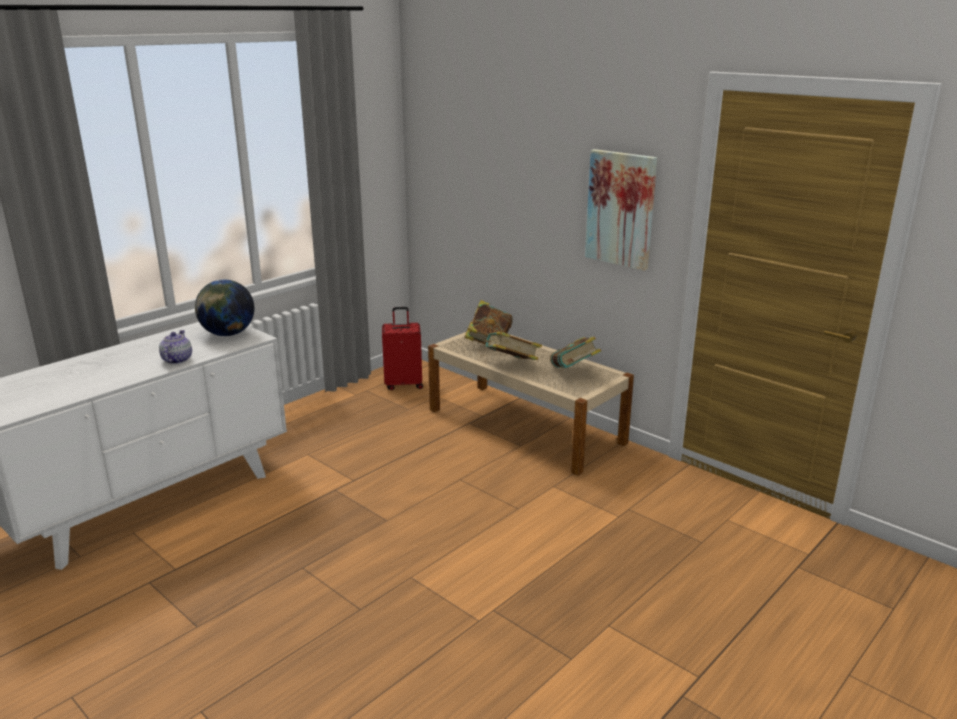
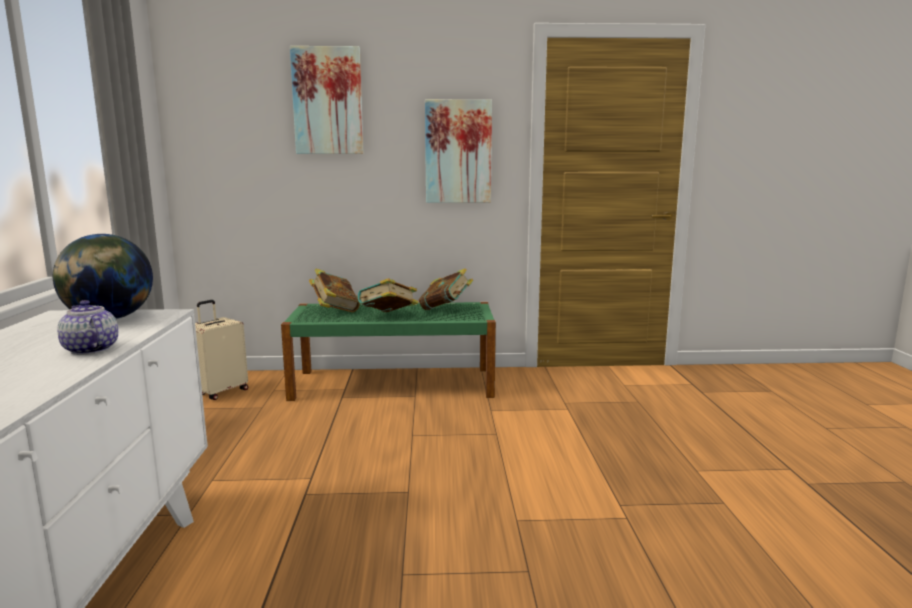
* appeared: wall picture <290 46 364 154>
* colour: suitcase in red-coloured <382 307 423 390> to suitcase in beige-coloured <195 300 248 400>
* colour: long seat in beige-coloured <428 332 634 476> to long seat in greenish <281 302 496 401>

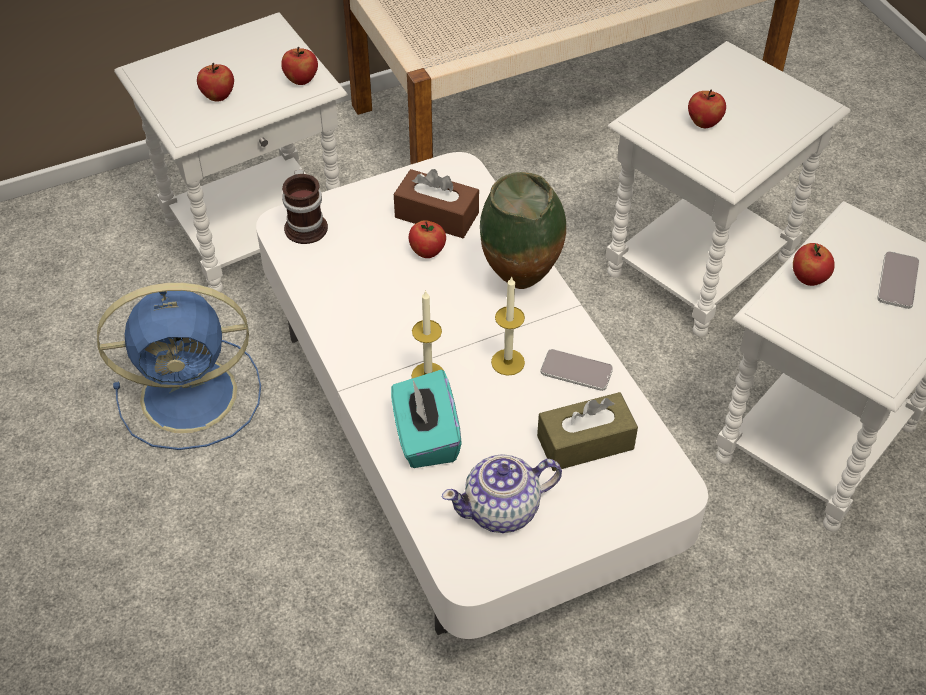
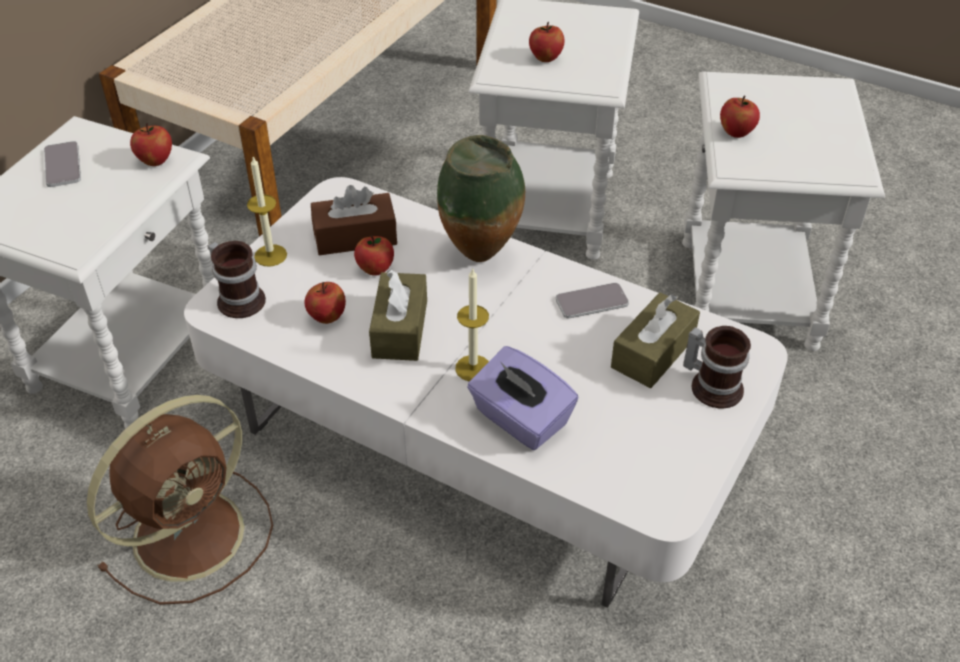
* missing: tea pot <442 454 562 533>
* appeared: box of tissues in brown <369 270 427 361>
* appeared: tea mug <683 326 751 408>
* relocated: apple <197 63 234 102> to <304 282 346 324>
* relocated: wax light <491 276 525 376> to <247 157 287 266>
* relocated: telephone <877 251 920 309> to <44 141 81 187>
* colour: cooling fan in blue-coloured <97 283 261 450> to cooling fan in brown <87 395 273 605>
* colour: box of tissues in turquoise-coloured <391 369 462 468> to box of tissues in purplish <467 346 578 450>

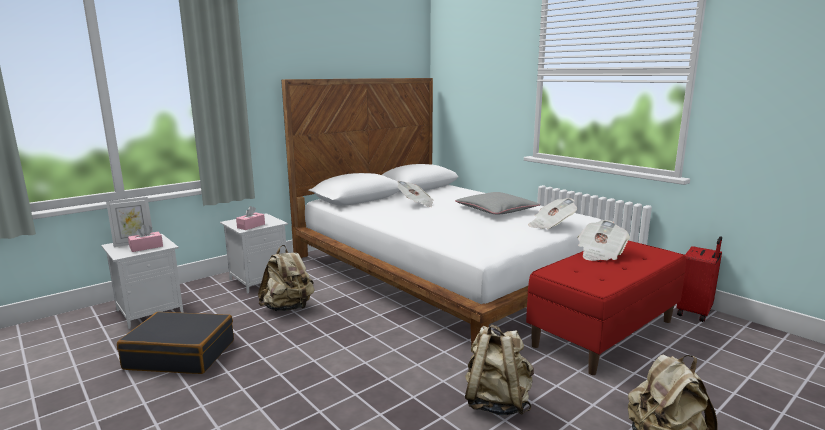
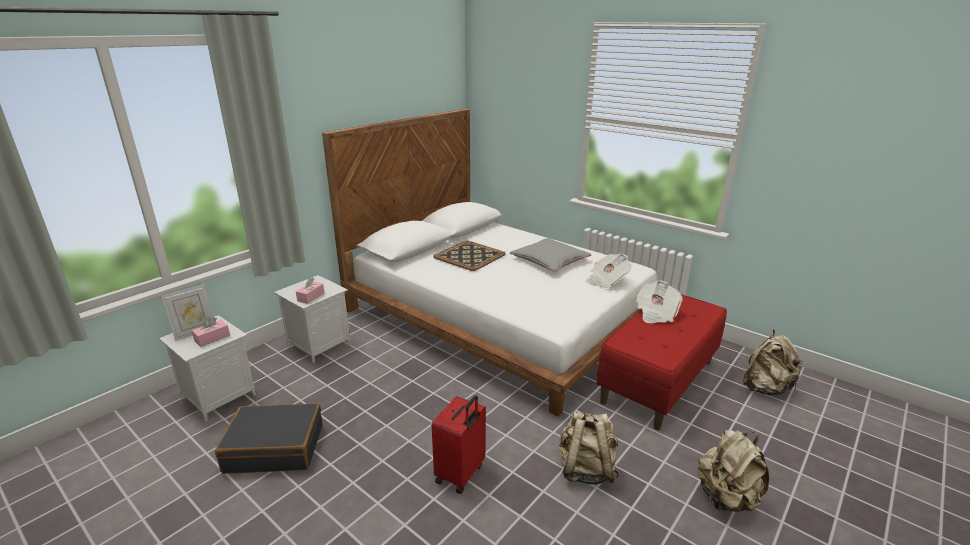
* relocated: backpack in beige-coloured <258 245 315 311> to <743 329 803 395>
* relocated: suitcase in red-coloured <677 236 722 322> to <432 395 486 494>
* exchanged: printed paper <398 181 434 207> to carrying tray <433 241 506 271>

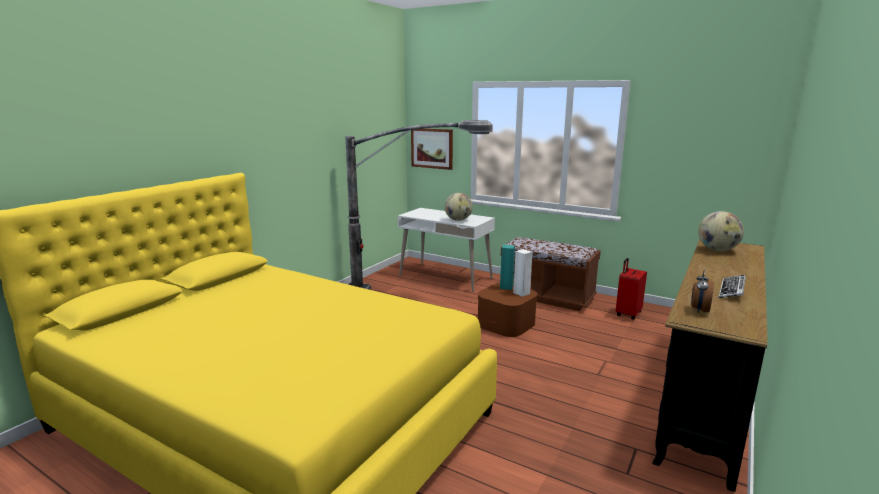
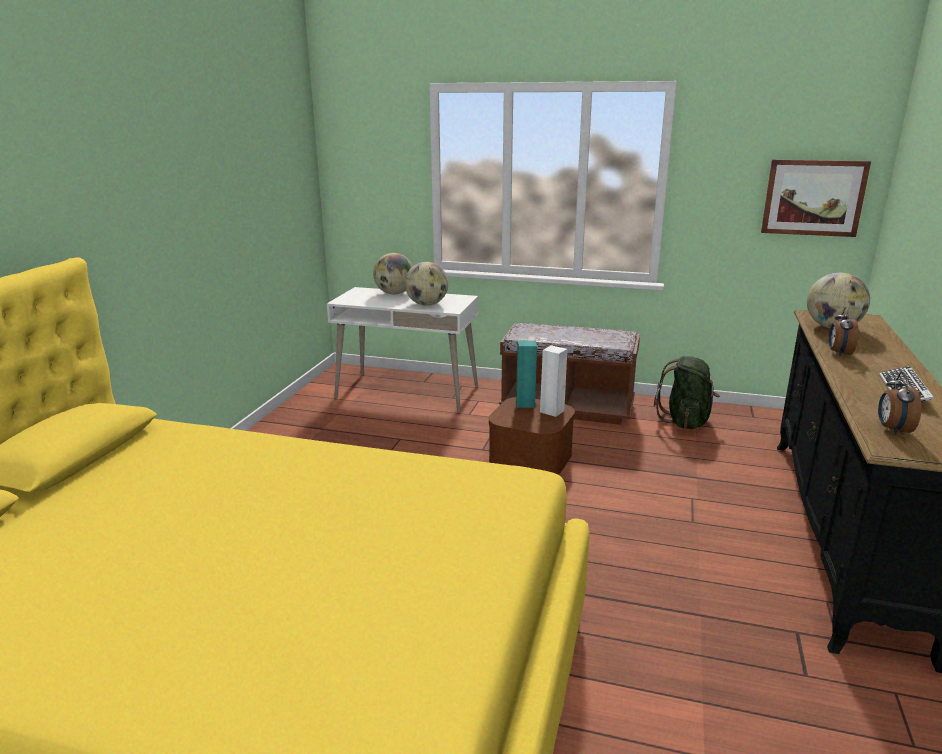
* missing: floor lamp <345 120 493 290>
* appeared: world globe <373 253 413 294>
* appeared: alarm clock <829 307 859 356>
* relocated: wall picture <411 128 453 170> to <761 159 871 237>
* exchanged: suitcase in red-coloured <616 258 647 320> to backpack in greenish <654 356 720 429>

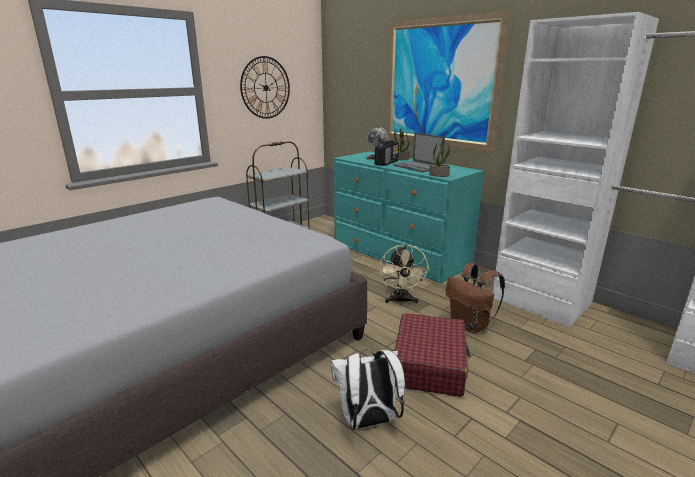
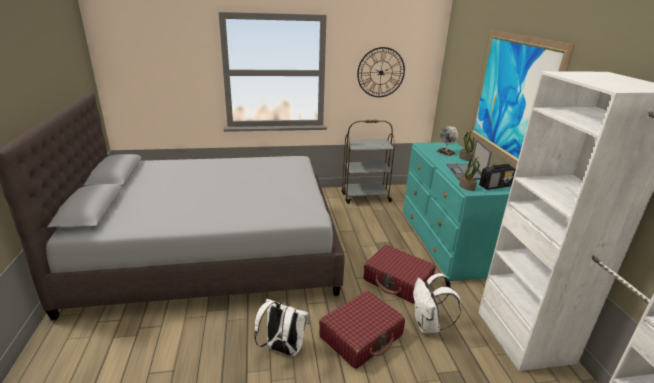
* relocated: radio receiver <375 140 399 166> to <479 164 516 190>
* exchanged: cooling fan in beige-coloured <379 244 430 304> to suitcase in red-coloured <364 245 436 304>
* colour: backpack in brown <445 263 505 334> to backpack in white-coloured <413 273 461 333>

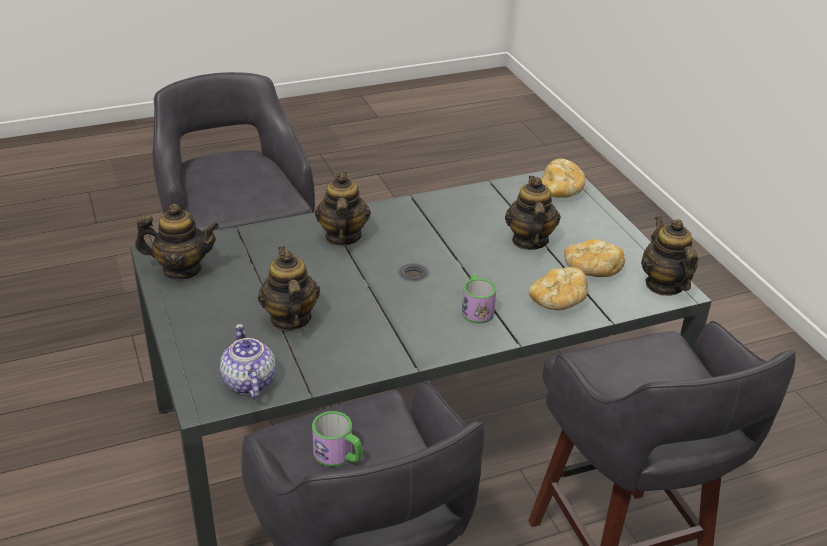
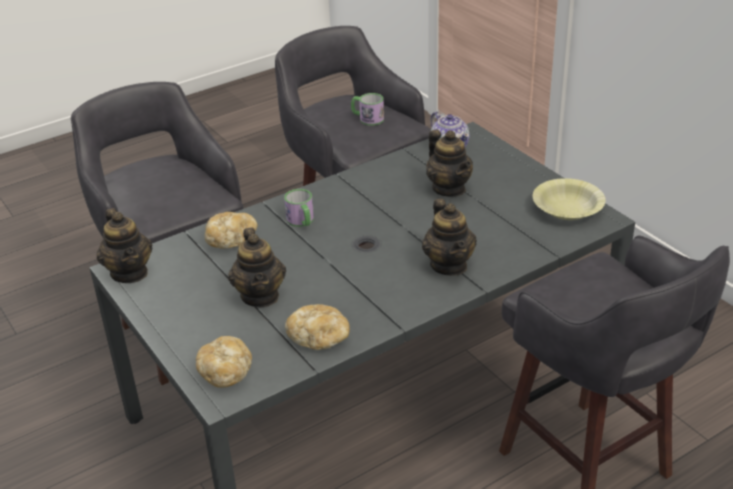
* relocated: baked bread <564 239 625 277> to <285 304 350 350>
* exchanged: tea pot <135 204 219 280> to bowl in yellow <533 178 606 220>

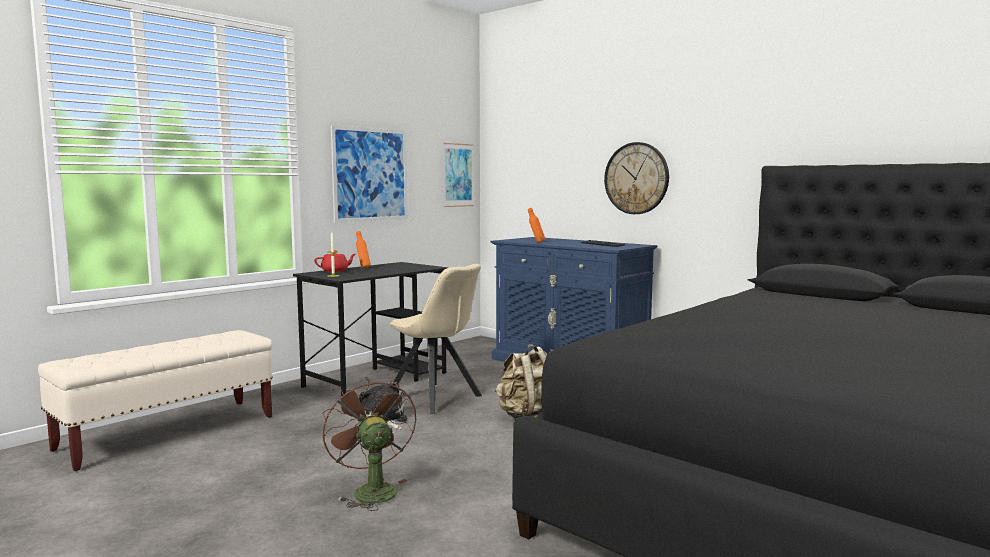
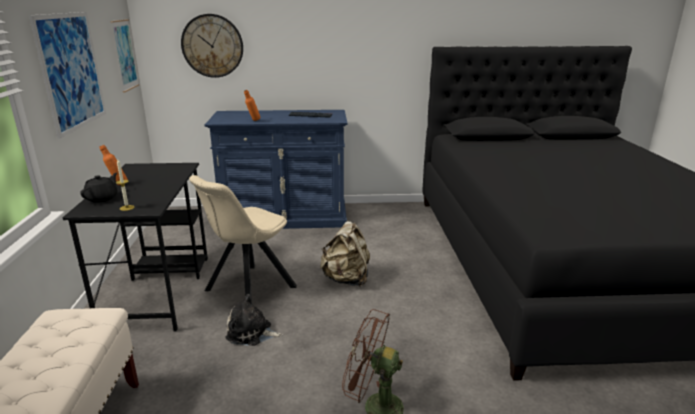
* relocated: wall clock <604 142 669 214> to <181 14 243 78>
* colour: tea pot in red-coloured <314 250 356 272> to tea pot in black <80 173 117 203>
* spun: plain chair in beige-coloured <390 264 482 414> = <189 175 297 304> 135 degrees clockwise

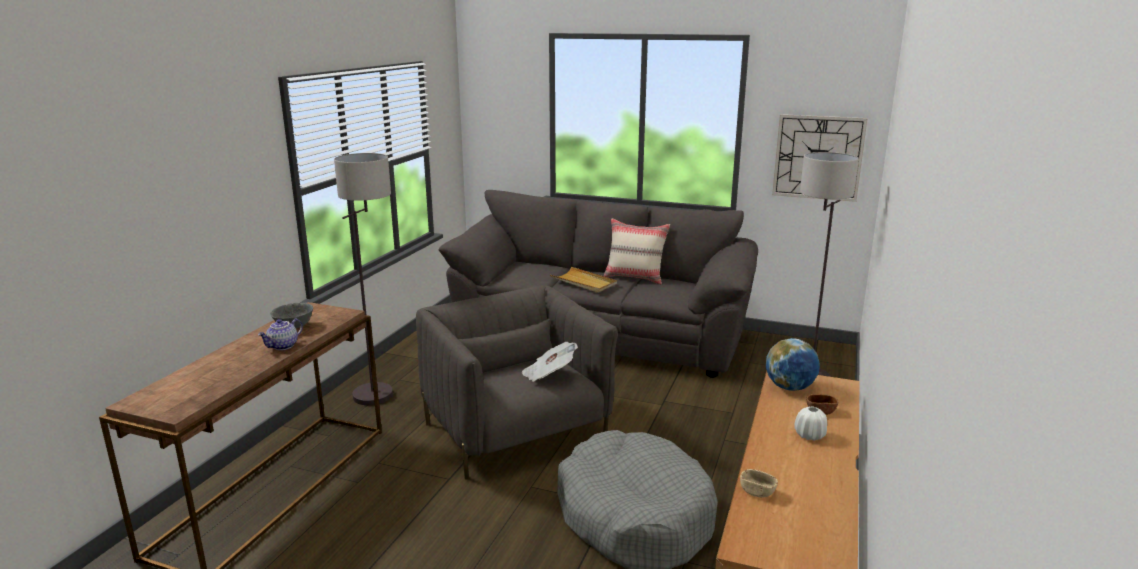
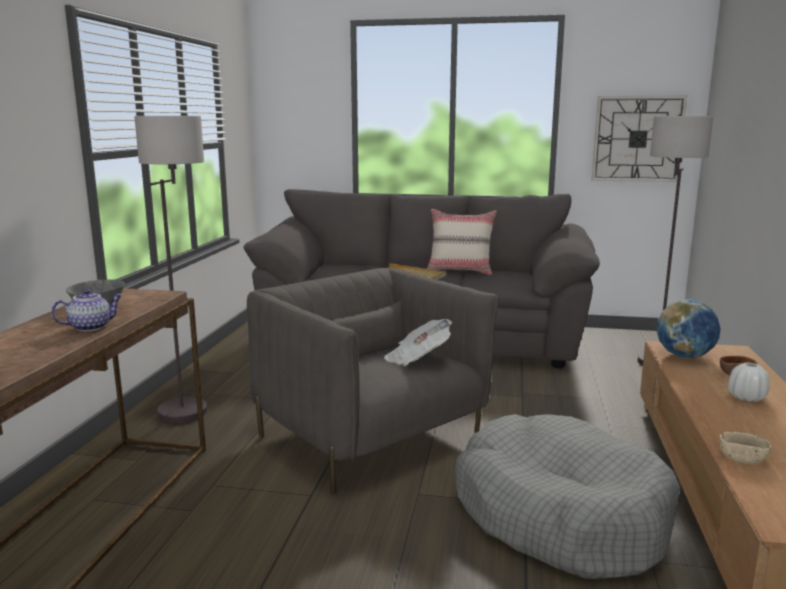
* spun: tea pot <258 318 303 350> = <51 289 122 331> 150 degrees counterclockwise

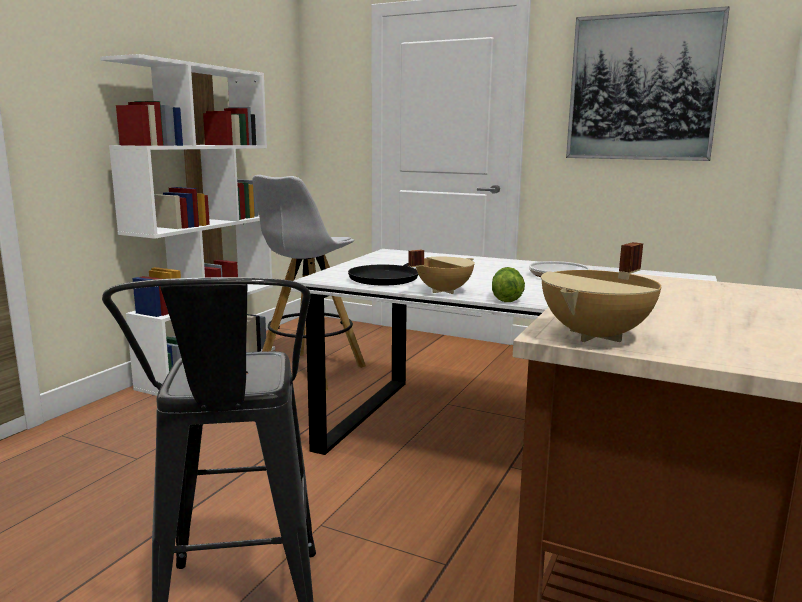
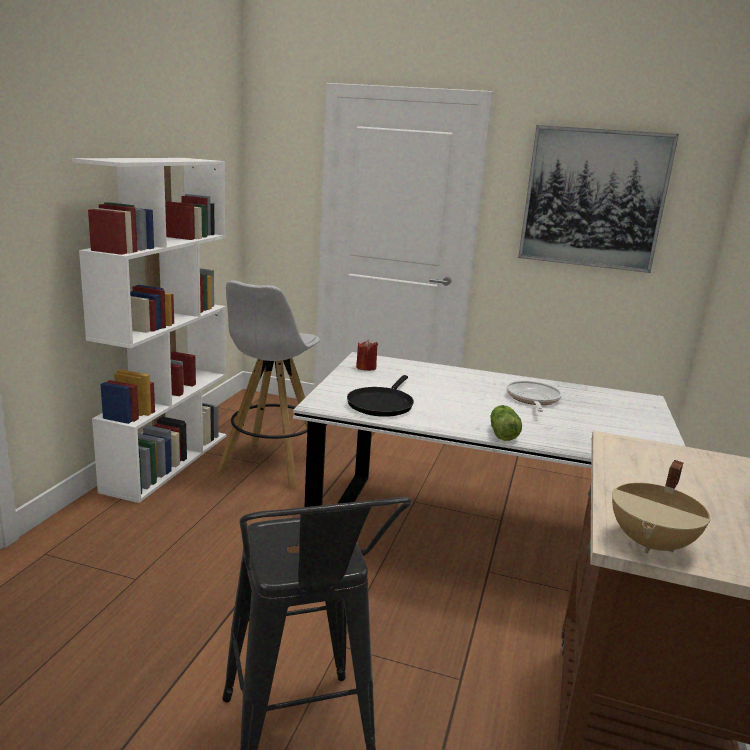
* missing: stockpot in beige-coloured <408 249 475 294>
* appeared: wax light in red-coloured <356 339 378 371>

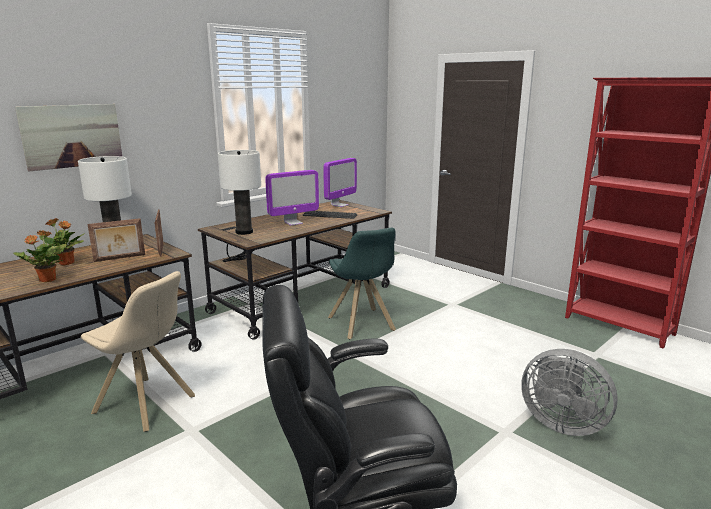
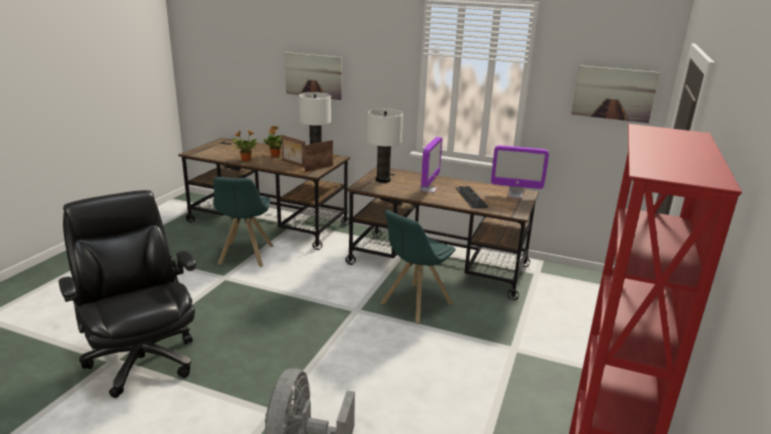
* appeared: wall picture <571 65 660 123>
* colour: plain chair in beige-coloured <81 271 195 432> to plain chair in turquoise-coloured <213 177 273 267>
* spun: computer display <265 170 319 226> = <420 137 442 193> 105 degrees counterclockwise

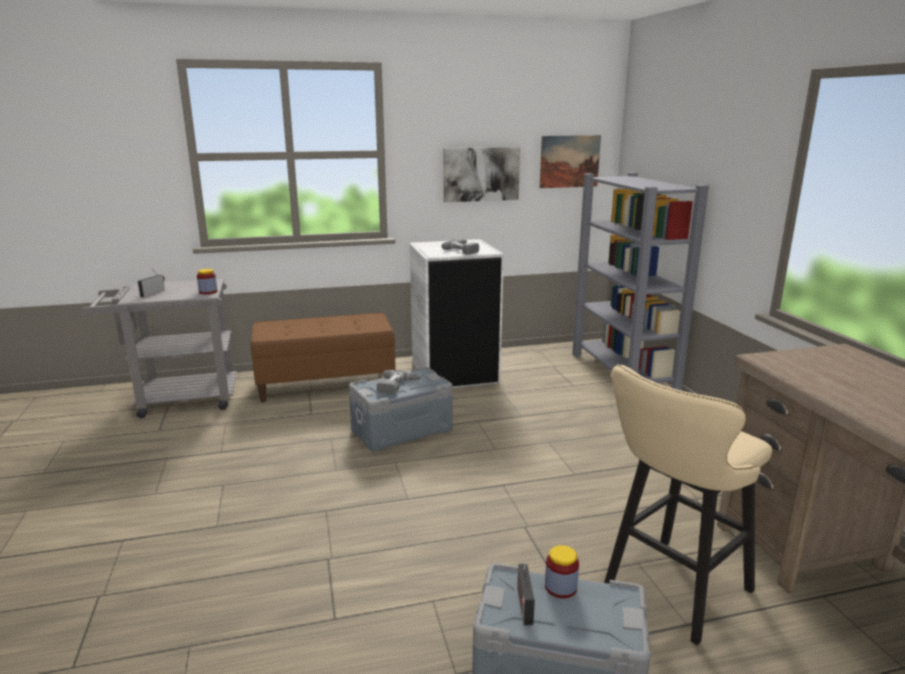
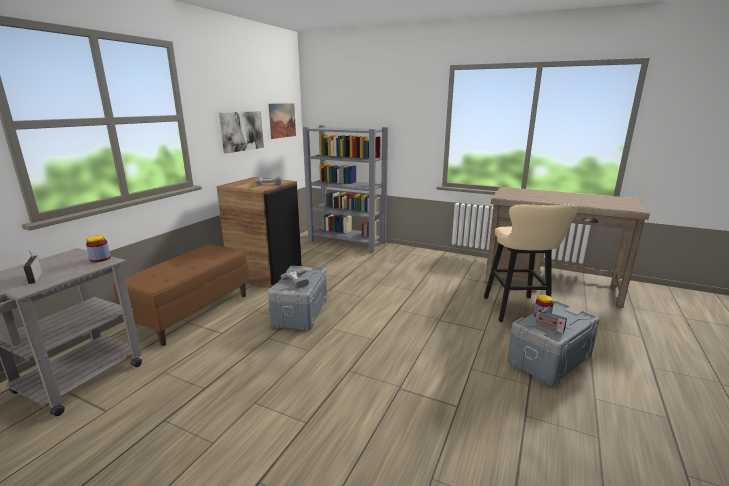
* colour: storage cabinet in white-coloured <410 239 504 388> to storage cabinet in brown <217 177 302 288>

